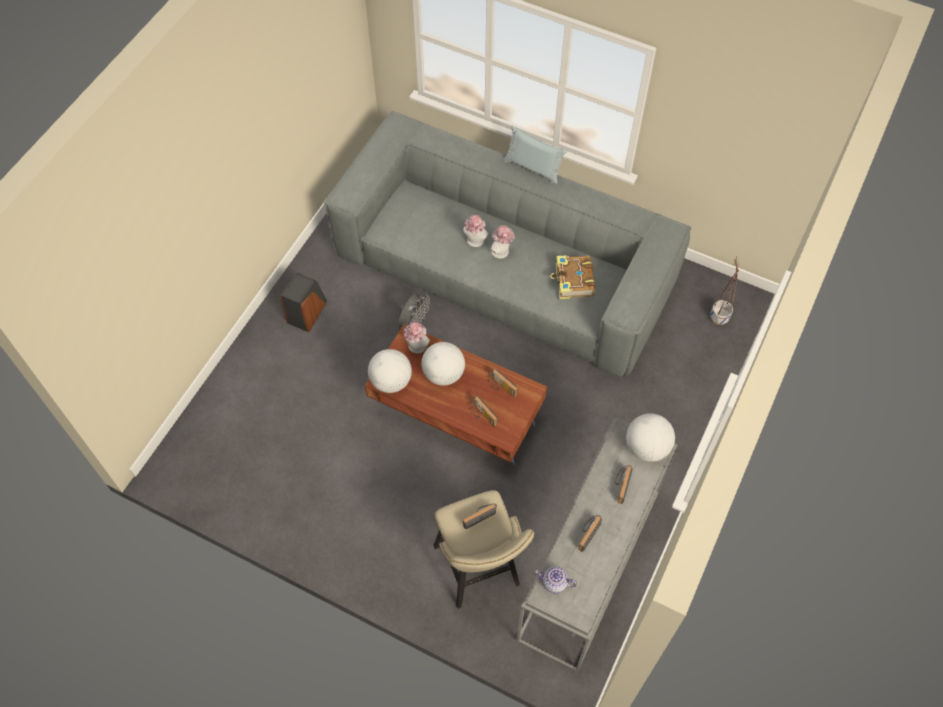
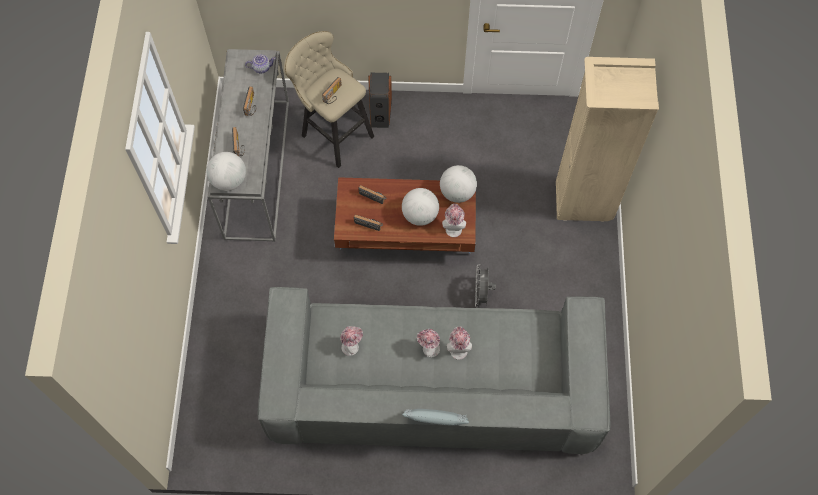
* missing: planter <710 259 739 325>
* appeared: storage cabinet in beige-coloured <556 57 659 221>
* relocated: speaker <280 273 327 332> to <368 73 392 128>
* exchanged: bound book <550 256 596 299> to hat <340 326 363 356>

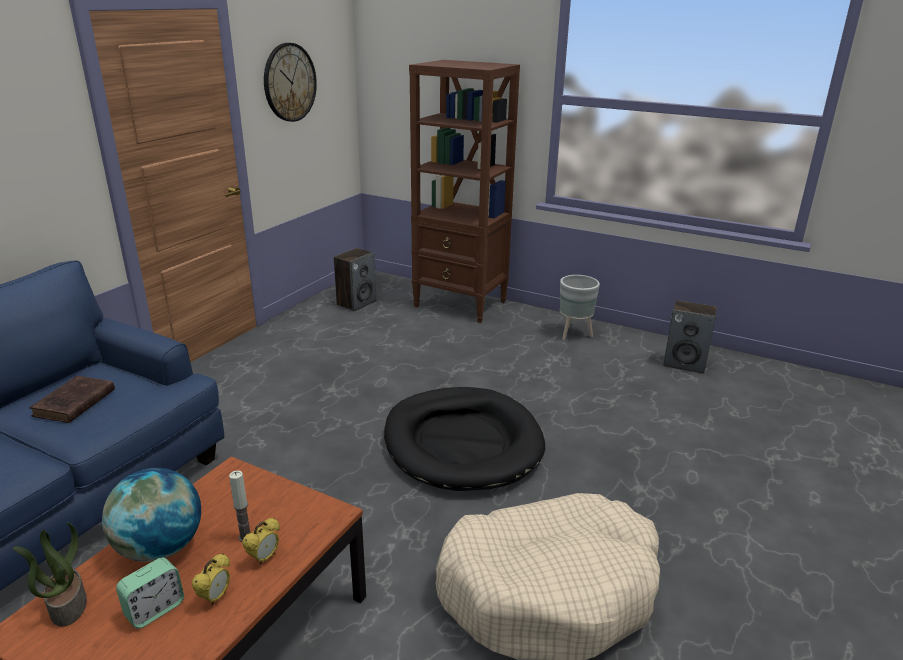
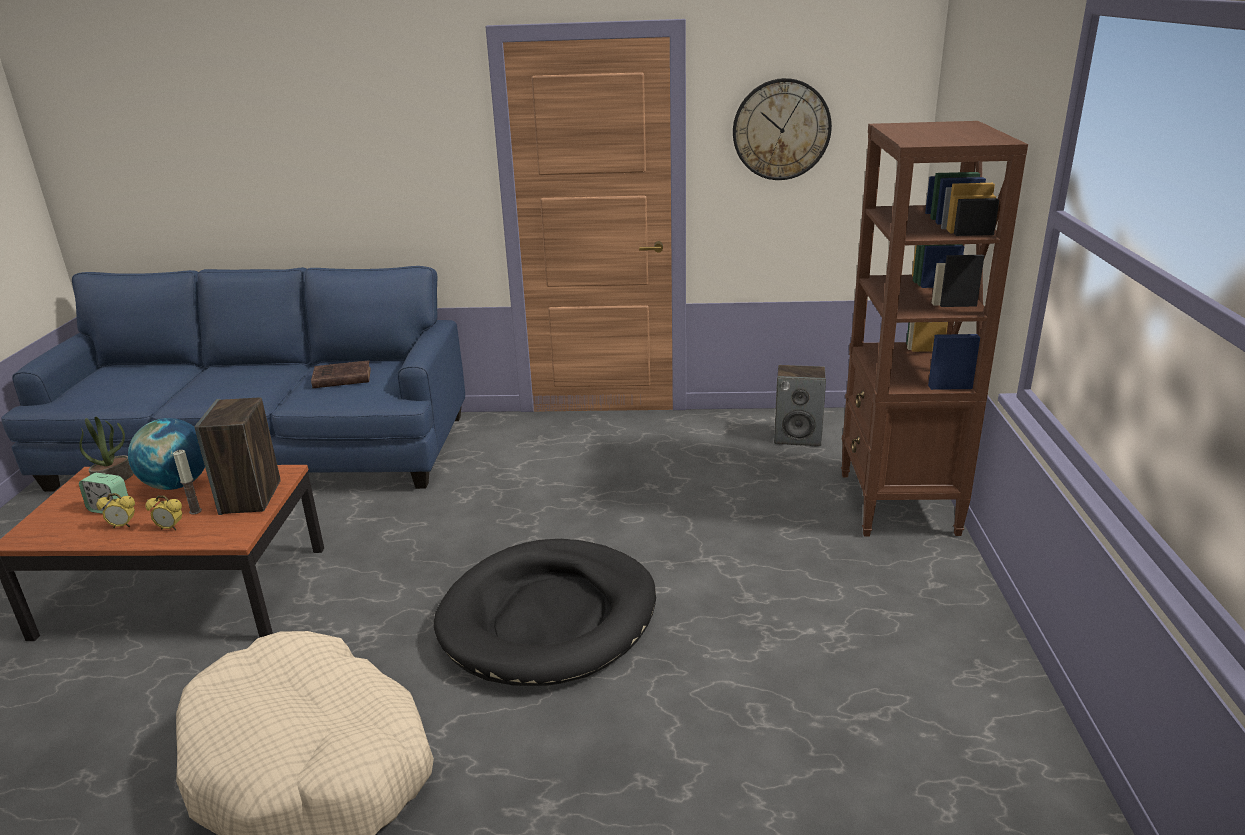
* missing: planter in grey <560 275 600 340>
* relocated: speaker <663 300 717 374> to <195 398 281 515>

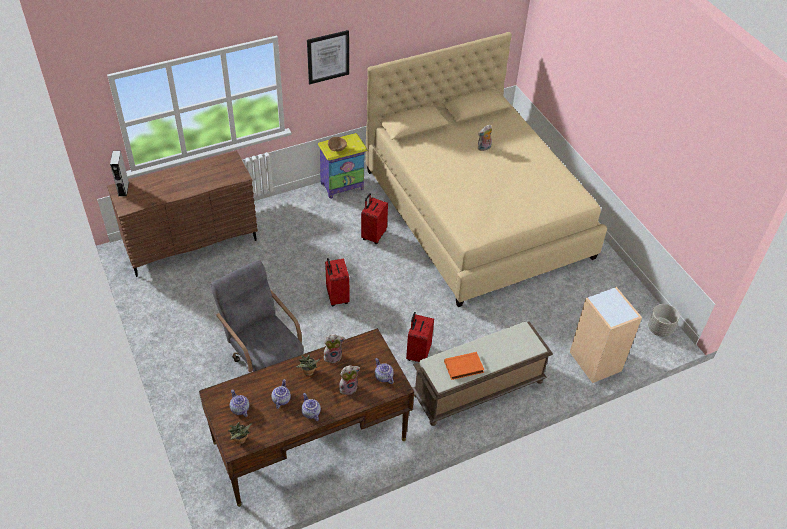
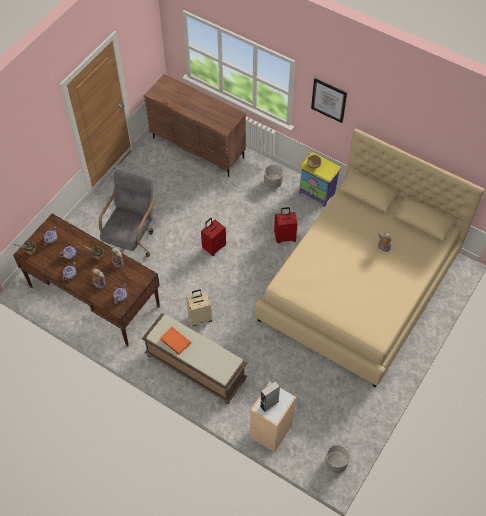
* appeared: planter in grey <264 165 283 189>
* relocated: speaker in grey <110 151 129 197> to <260 381 280 412>
* colour: suitcase in red-coloured <406 312 434 362> to suitcase in beige-coloured <186 290 212 326>

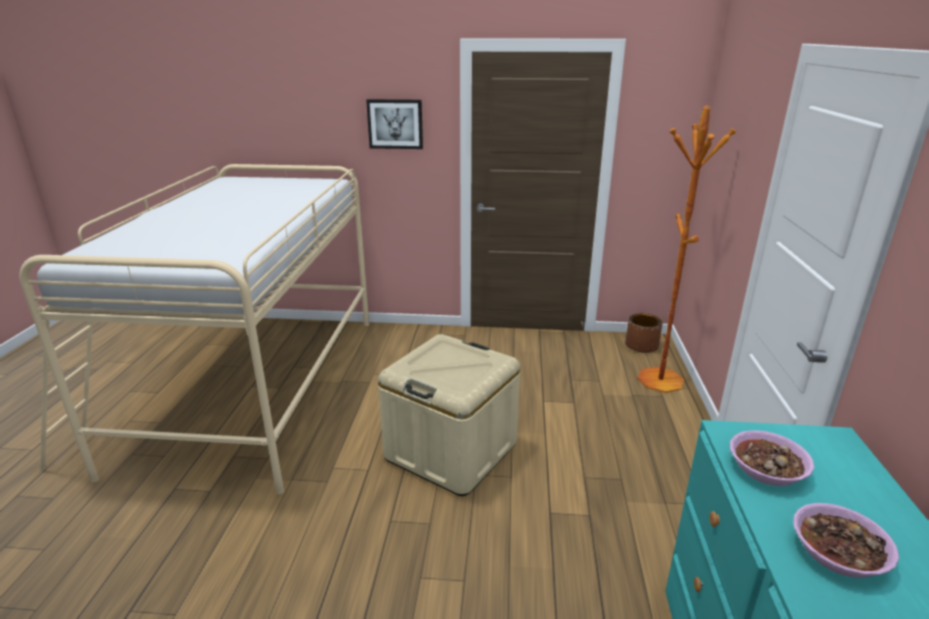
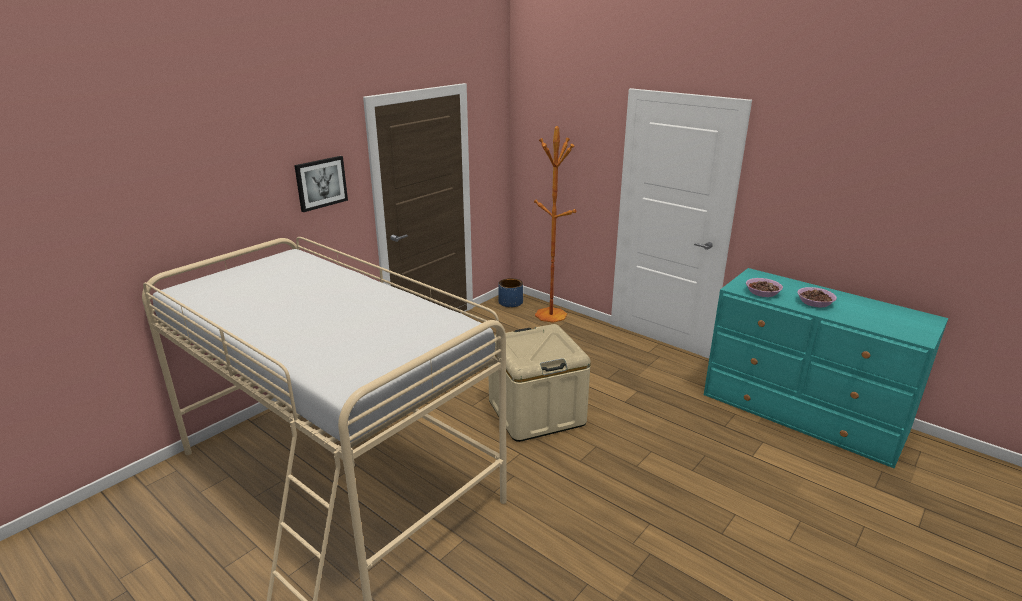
* colour: planter in brown <625 313 663 353> to planter in blue-coloured <498 278 523 308>

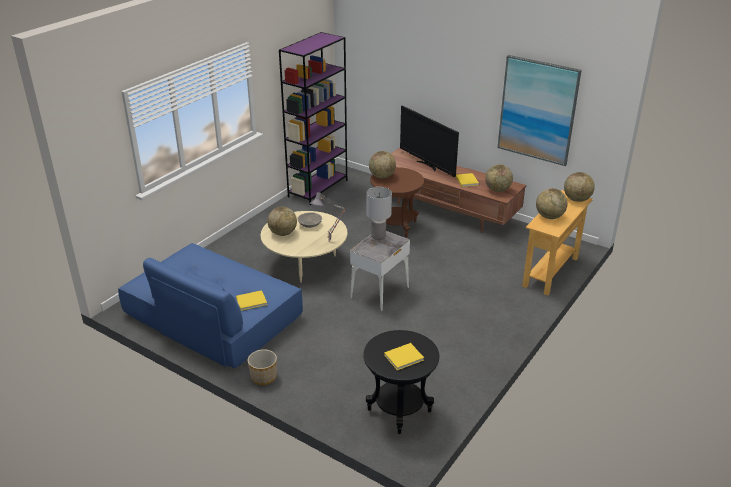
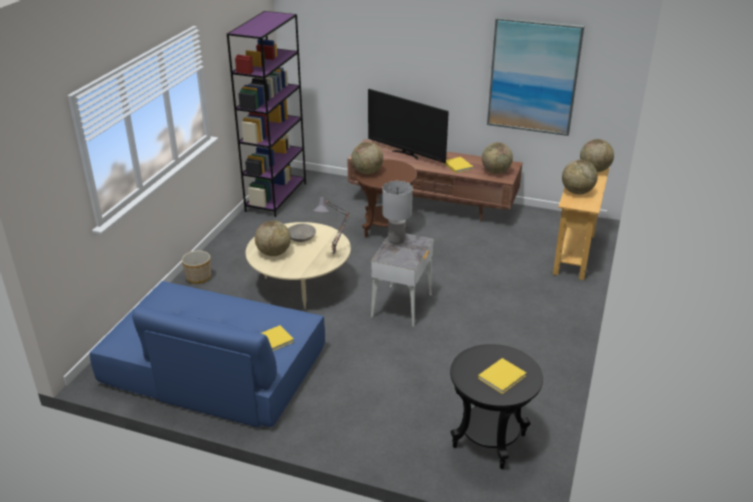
* relocated: planter <248 349 277 385> to <182 250 211 284>

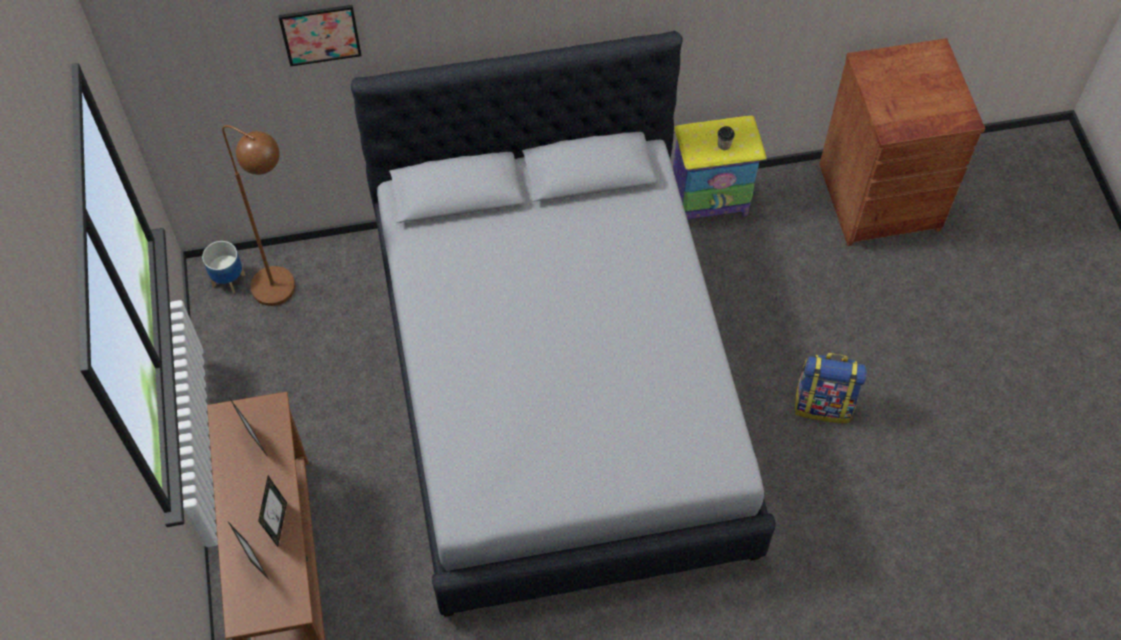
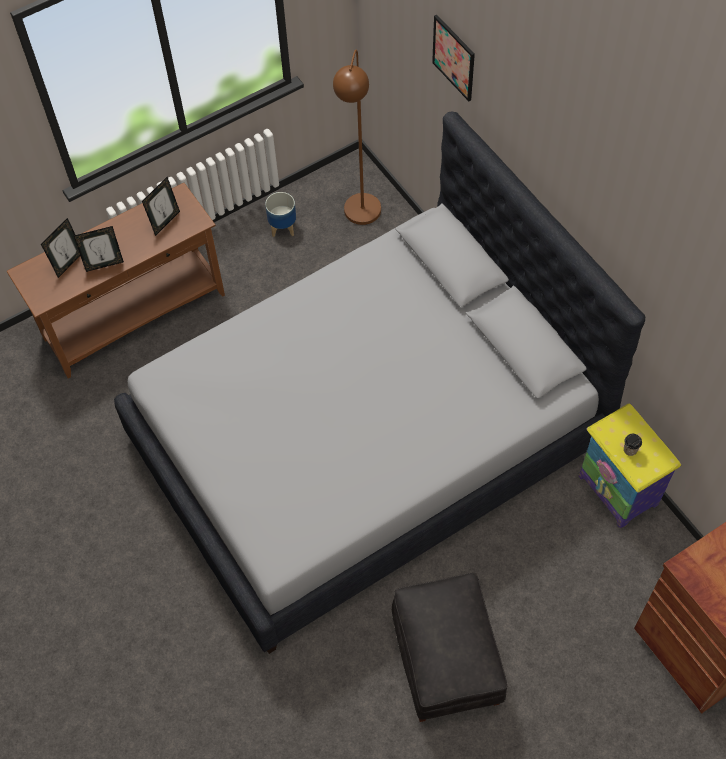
* relocated: planter <202 241 245 294> to <265 192 296 237>
* exchanged: backpack <795 353 867 423> to ottoman in black <392 573 507 722>

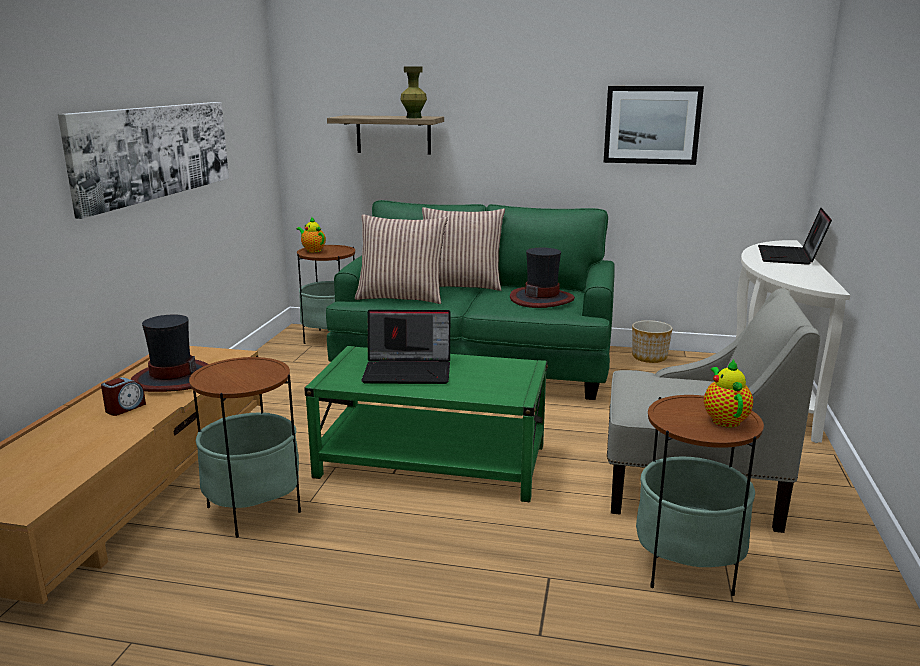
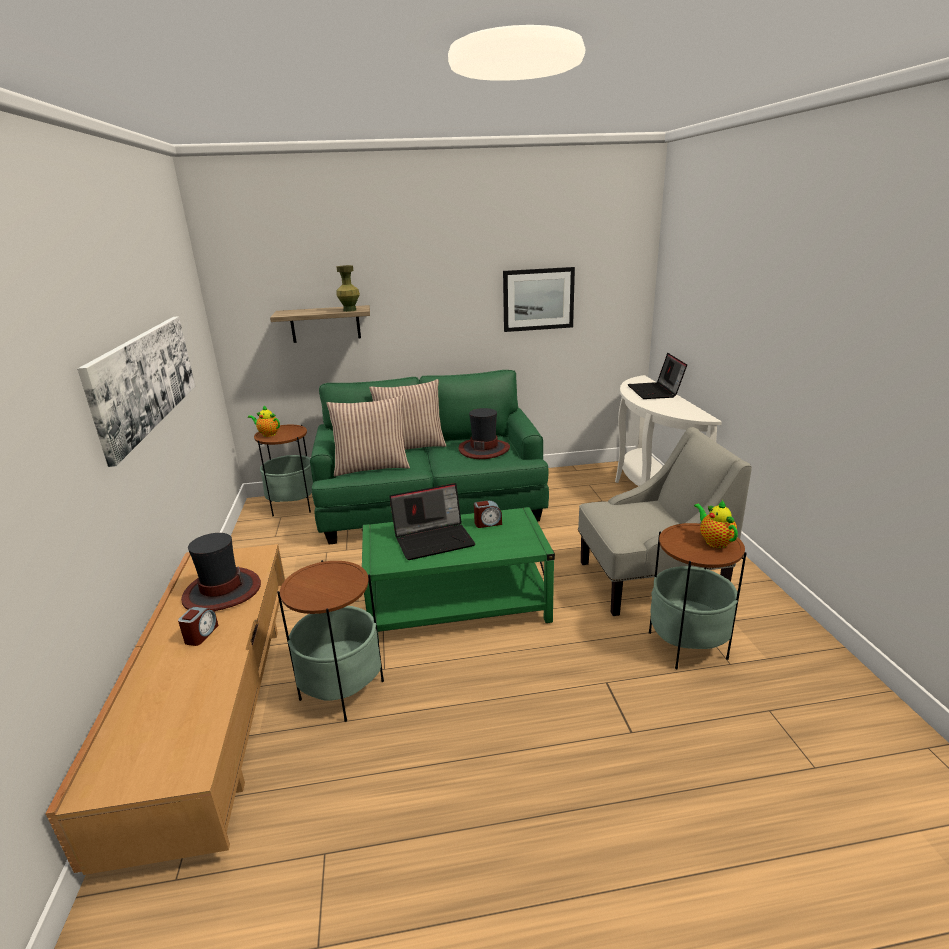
* missing: planter <632 320 672 363>
* appeared: alarm clock <474 500 502 528>

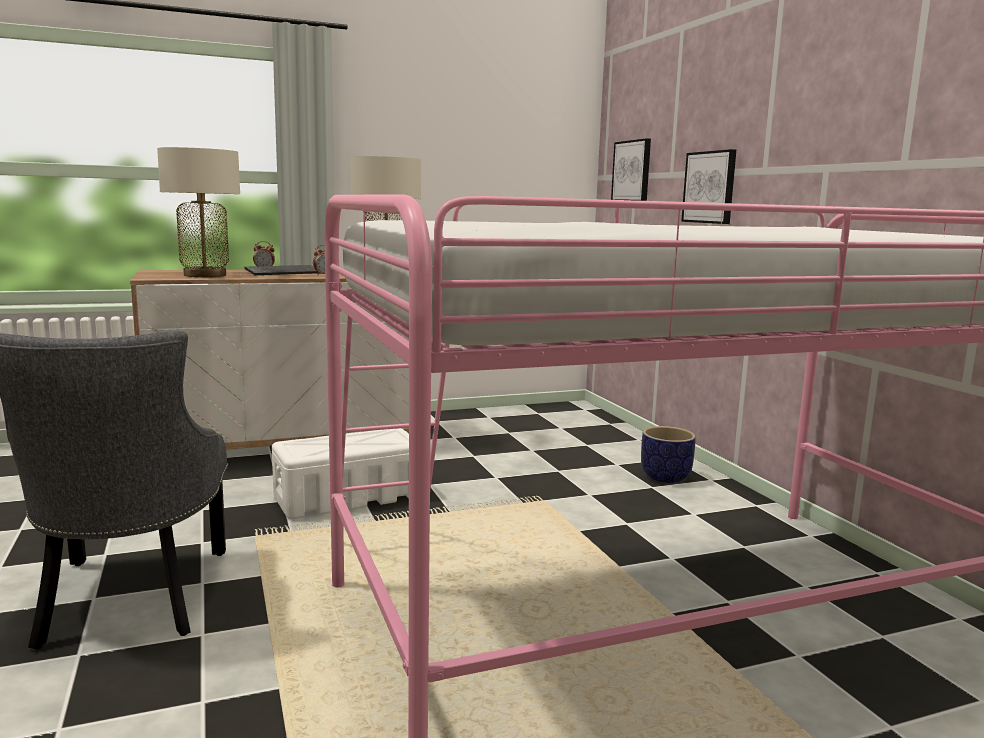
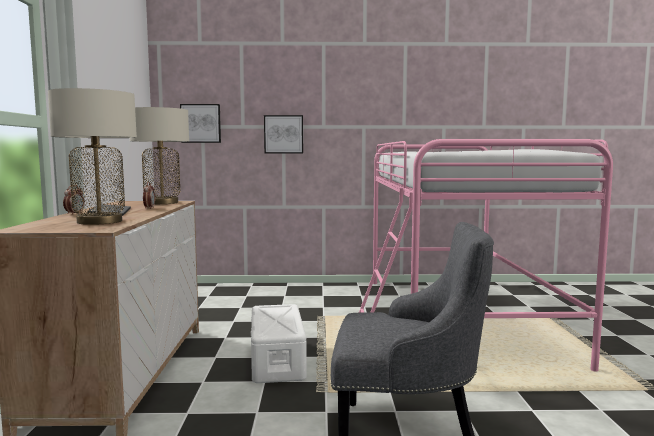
* missing: planter <641 426 696 483>

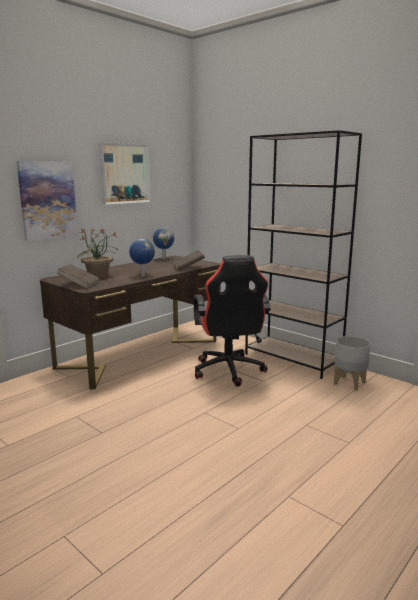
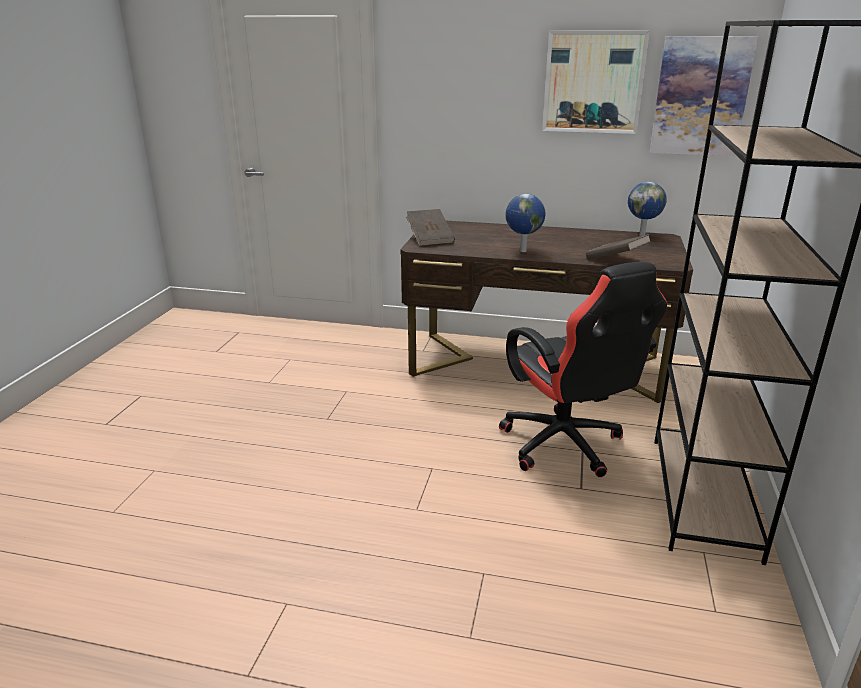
* missing: houseplant <77 229 118 278>
* missing: planter in grey <334 336 371 390>
* relocated: wall picture <17 161 78 241> to <650 36 758 156>
* spun: computer chair in black <194 255 271 387> = <499 262 667 477> 75 degrees counterclockwise

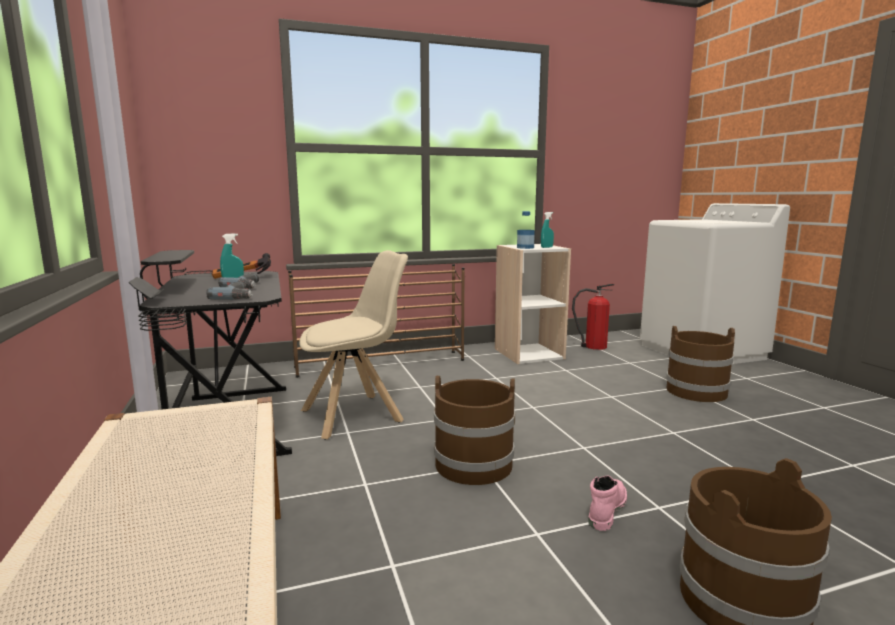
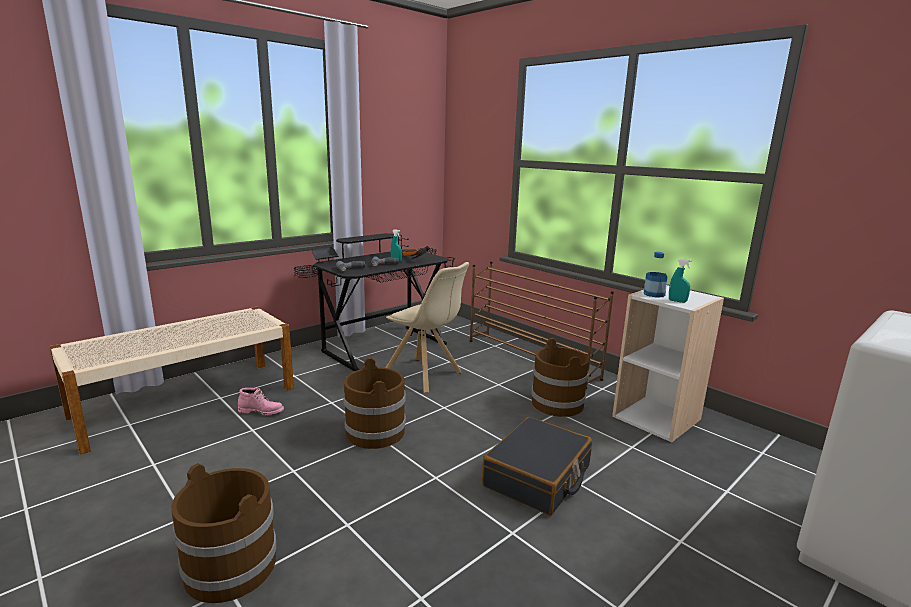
* missing: fire extinguisher <572 284 614 350>
* appeared: suitcase in black <482 417 592 515>
* relocated: boot in pinkish <589 475 627 531> to <238 388 284 415>
* relocated: pail in brown <666 326 735 402> to <532 338 589 417>

